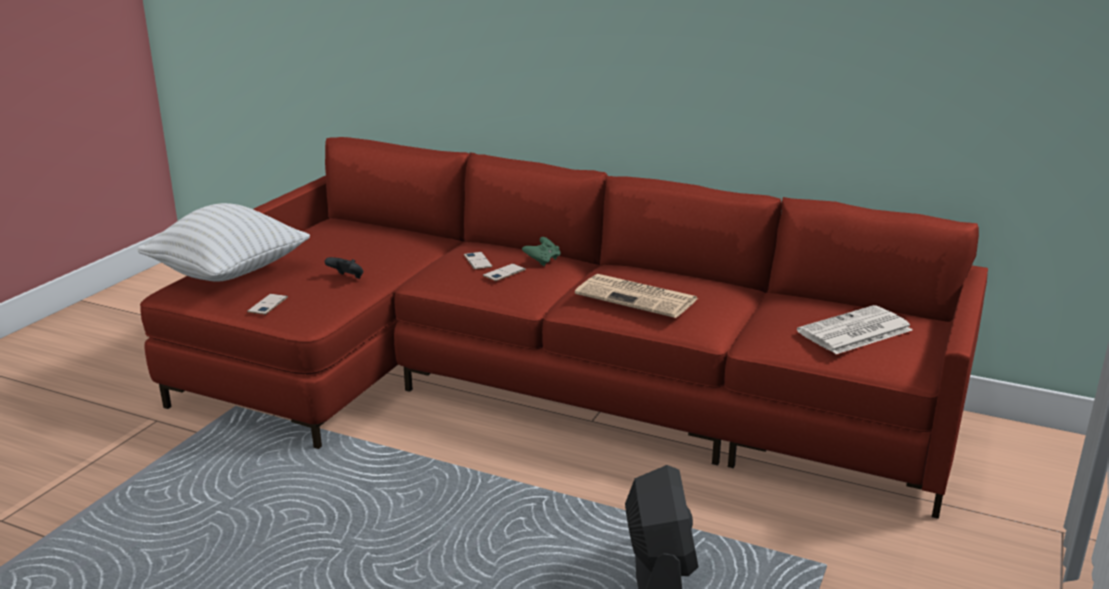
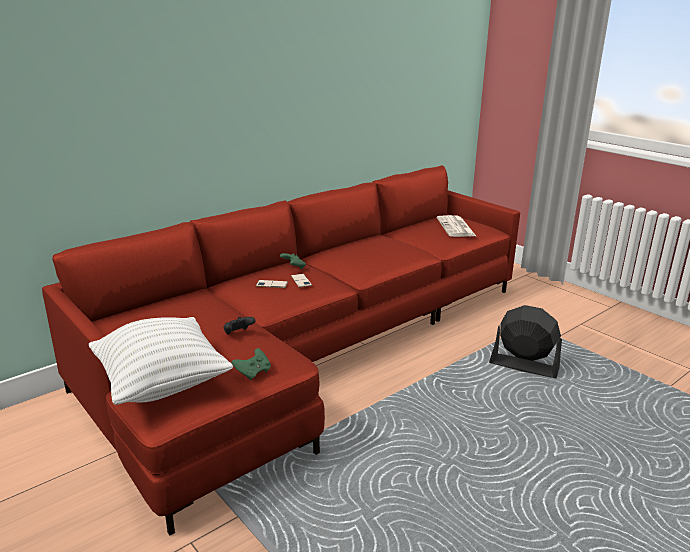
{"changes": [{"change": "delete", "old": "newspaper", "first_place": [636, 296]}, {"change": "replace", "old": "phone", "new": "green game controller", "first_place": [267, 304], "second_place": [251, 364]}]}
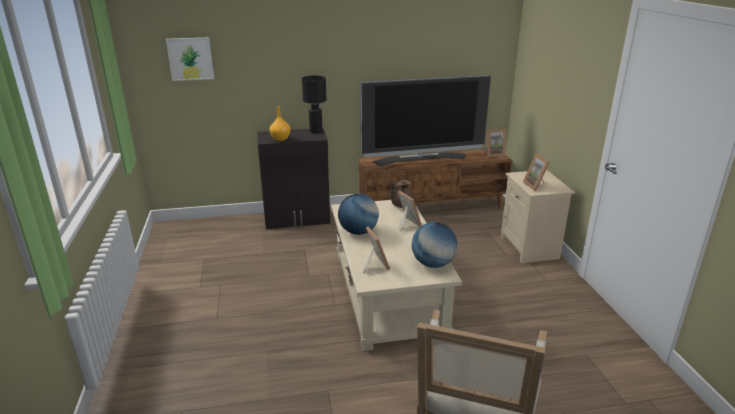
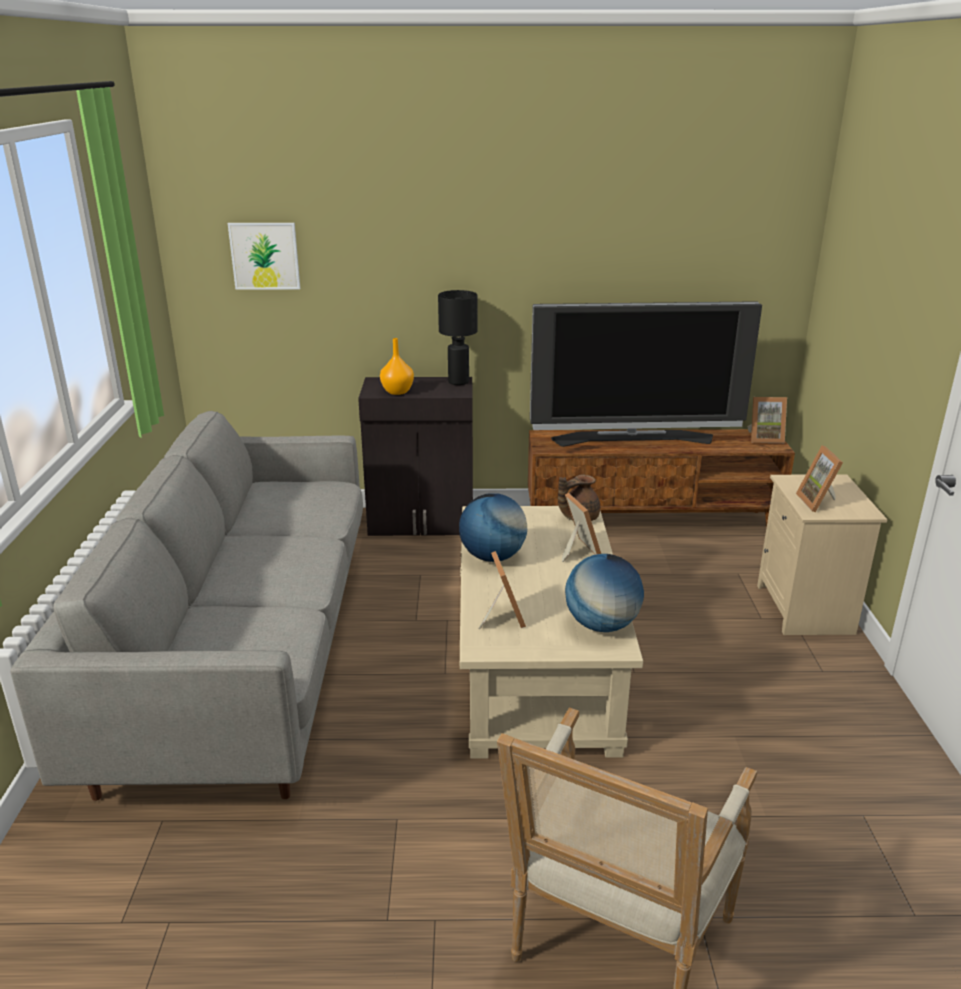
{"changes": [{"change": "insert", "new": "grey sofa", "second_place": [186, 606]}]}
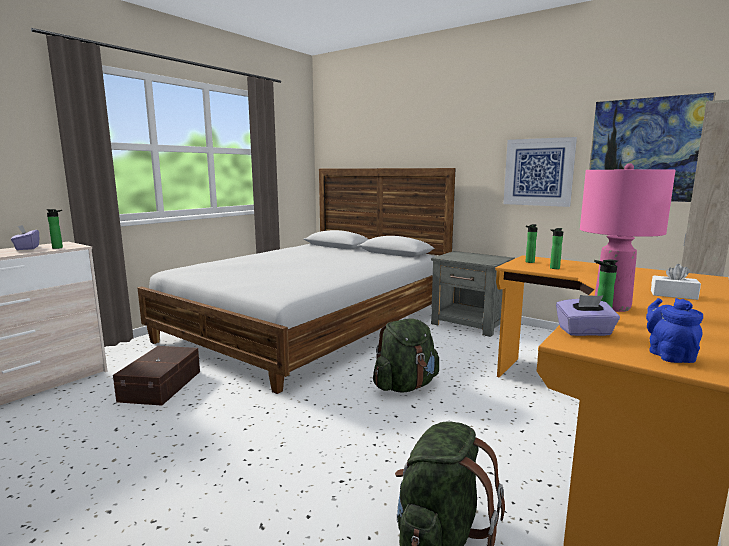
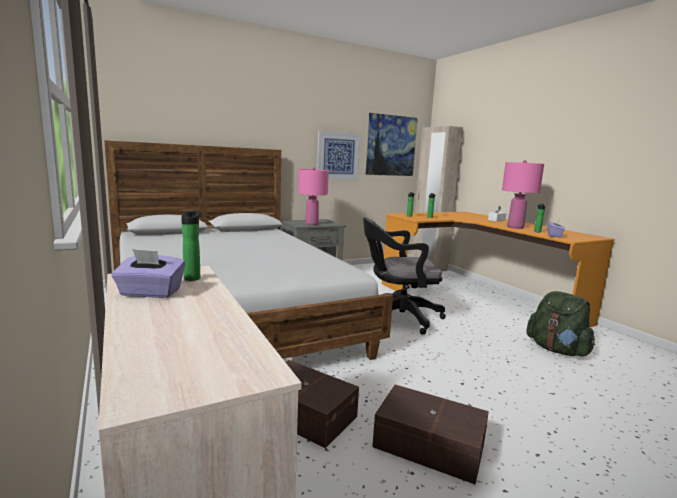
{"changes": [{"change": "delete", "old": "blue teapot", "first_place": [674, 330]}, {"change": "replace", "old": "green backpack", "new": "black office chair", "first_place": [406, 356], "second_place": [404, 276]}, {"change": "insert", "new": "pink table lamp", "second_place": [313, 196]}, {"change": "insert", "new": "brown storage box", "second_place": [430, 434]}]}
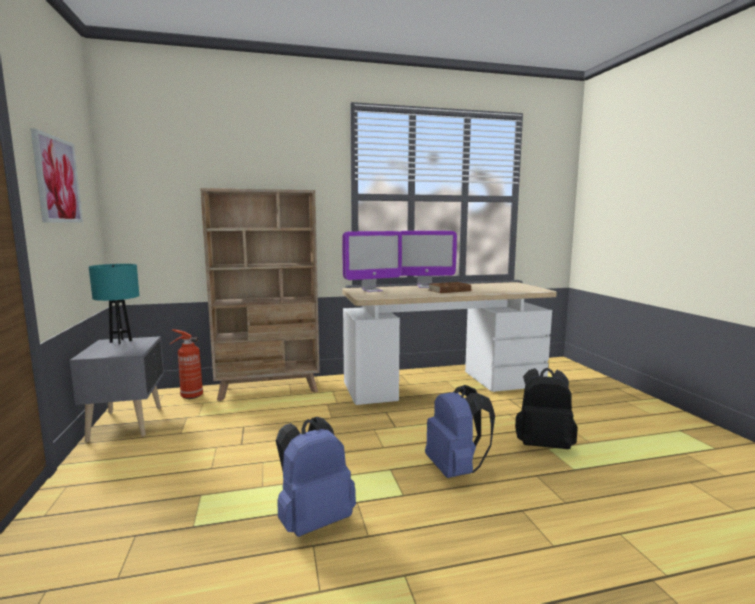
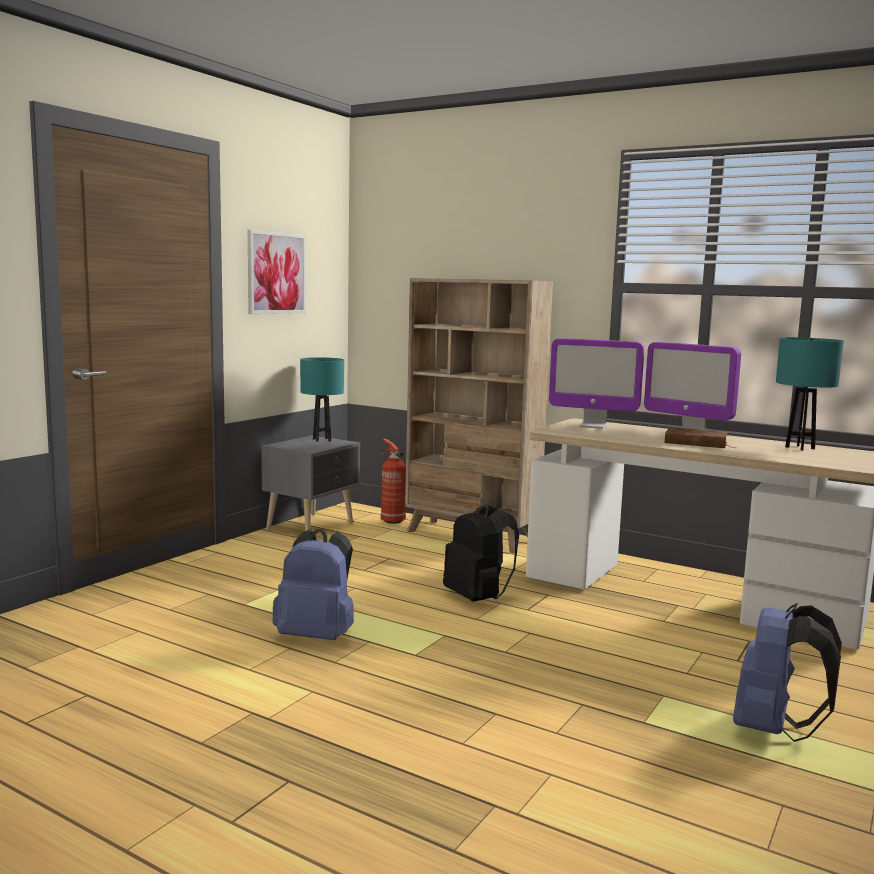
{"changes": [{"change": "move", "old": "black backpack", "first_place": [546, 408], "second_place": [481, 553]}, {"change": "move", "old": "blue backpack", "first_place": [460, 431], "second_place": [787, 672]}, {"change": "insert", "new": "turquoise table lamp", "second_place": [810, 394]}]}
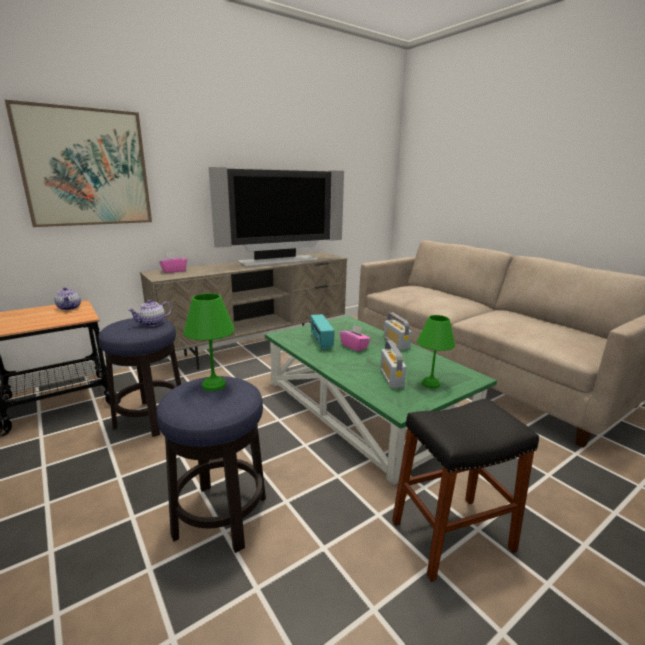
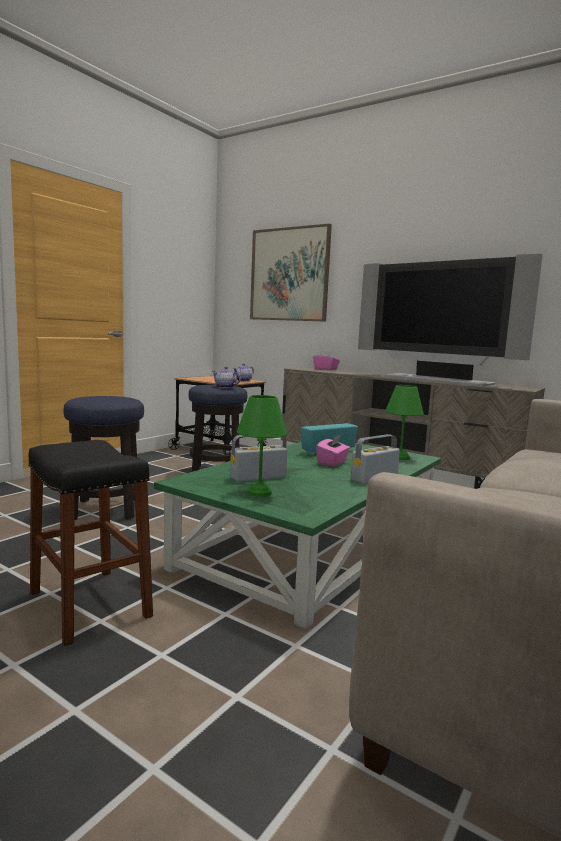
{"changes": [{"change": "move", "old": "green table lamp", "first_place": [209, 342], "second_place": [404, 422]}]}
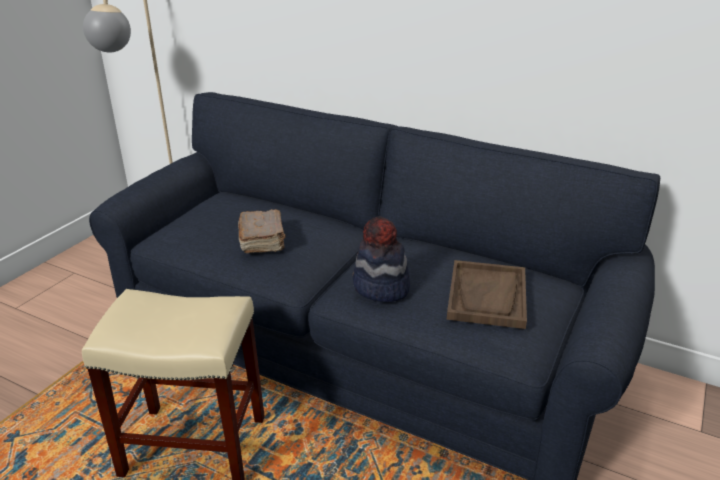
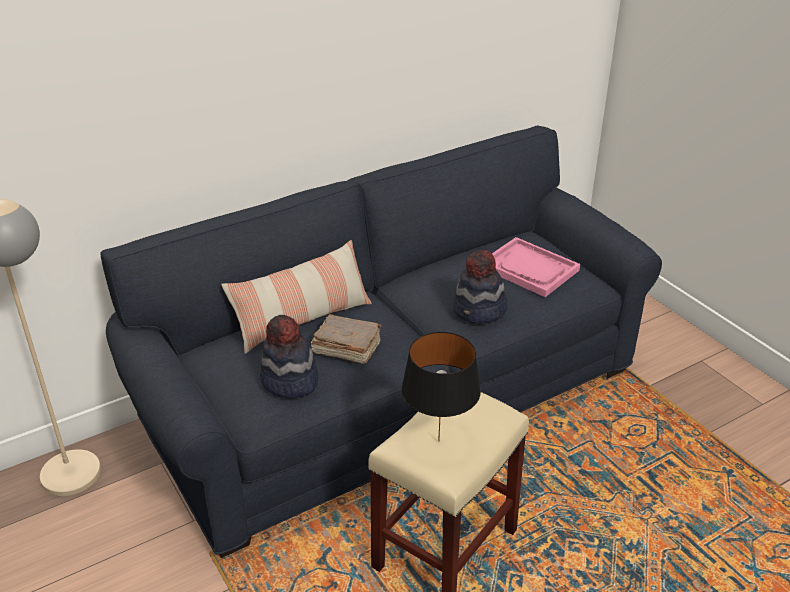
{"changes": [{"change": "recolor", "old": "brown tray", "new": "pink tray", "first_place": [487, 294], "second_place": [536, 267]}, {"change": "insert", "new": "pillow", "second_place": [296, 297]}, {"change": "insert", "new": "hat", "second_place": [289, 356]}, {"change": "insert", "new": "black table lamp", "second_place": [441, 387]}]}
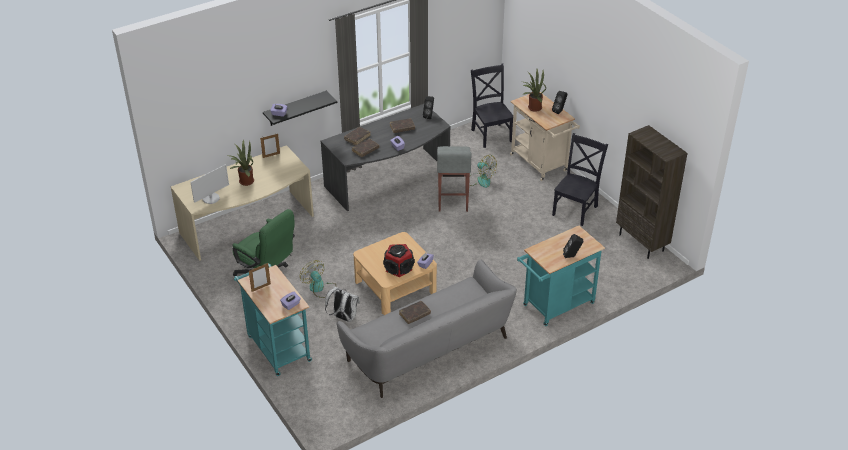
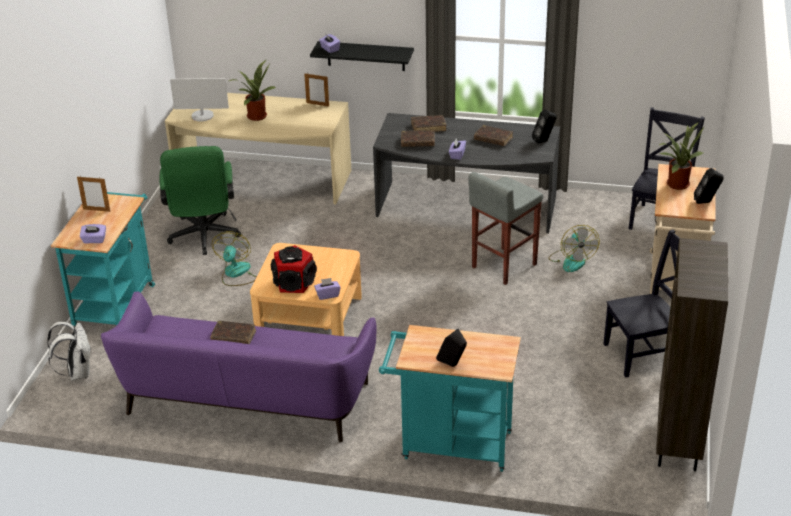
{"changes": [{"change": "recolor", "old": "grey sofa", "new": "purple sofa", "first_place": [426, 328], "second_place": [239, 367]}, {"change": "move", "old": "white backpack", "first_place": [342, 304], "second_place": [68, 351]}]}
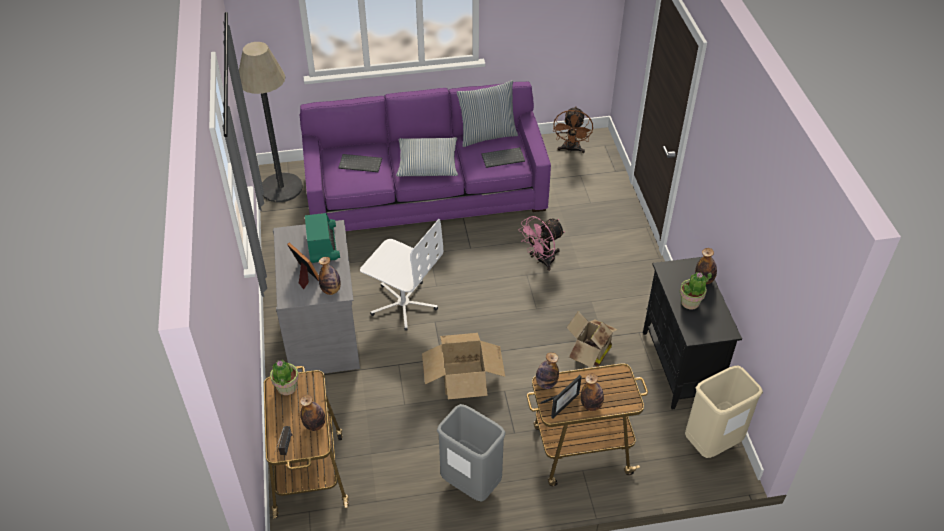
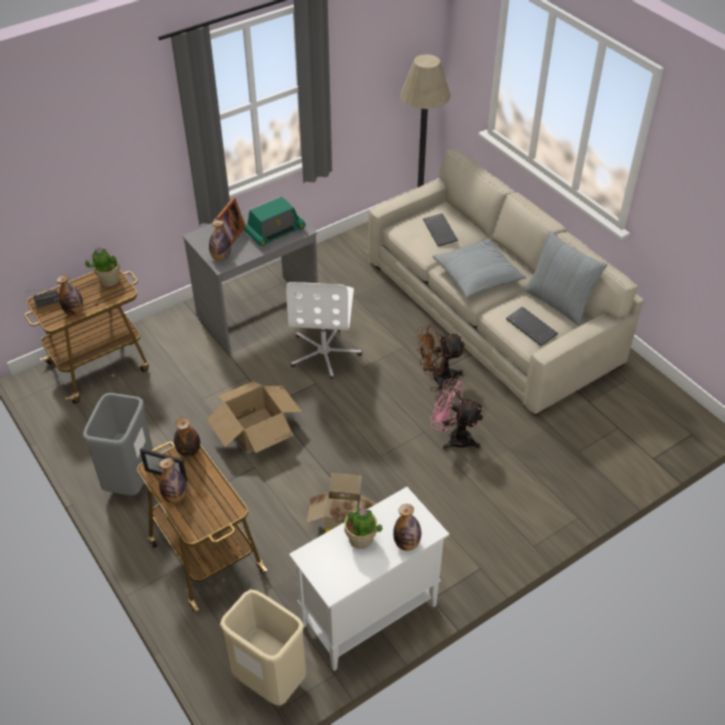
{"changes": [{"change": "recolor", "old": "purple sofa", "new": "beige sofa", "first_place": [425, 156], "second_place": [506, 282]}, {"change": "move", "old": "brown fan", "first_place": [573, 129], "second_place": [440, 358]}, {"change": "recolor", "old": "black cabinet", "new": "white cabinet", "first_place": [692, 333], "second_place": [369, 579]}]}
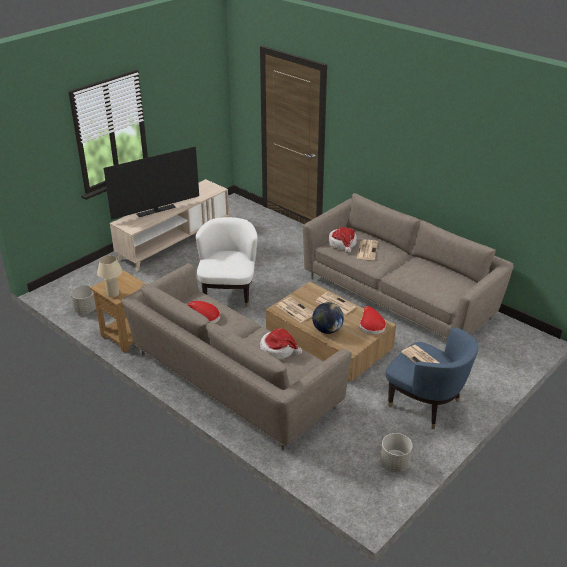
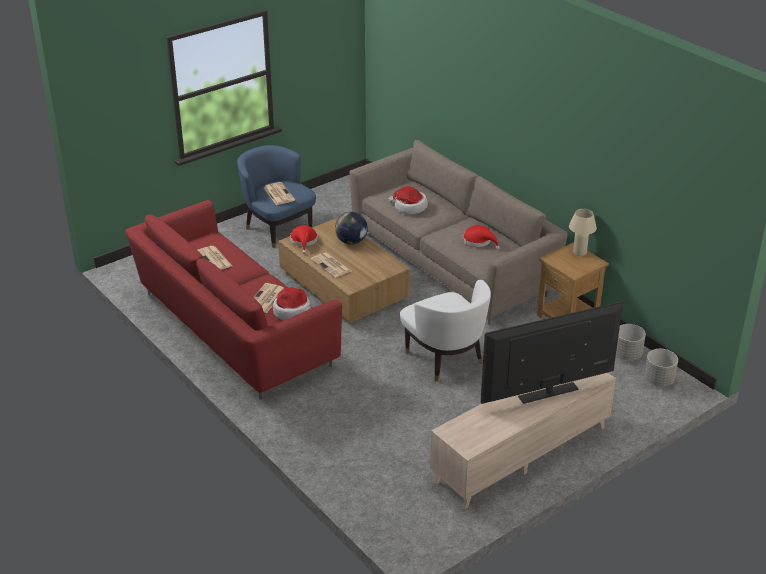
{"changes": [{"change": "recolor", "old": "beige sofa", "new": "red sofa", "first_place": [408, 266], "second_place": [233, 300]}, {"change": "rotate", "old": "white armchair", "first_place": [226, 262], "second_place": [445, 331], "degrees": -45}, {"change": "move", "old": "newspaper", "first_place": [295, 310], "second_place": [215, 258]}, {"change": "move", "old": "grey planter", "first_place": [396, 452], "second_place": [661, 367]}]}
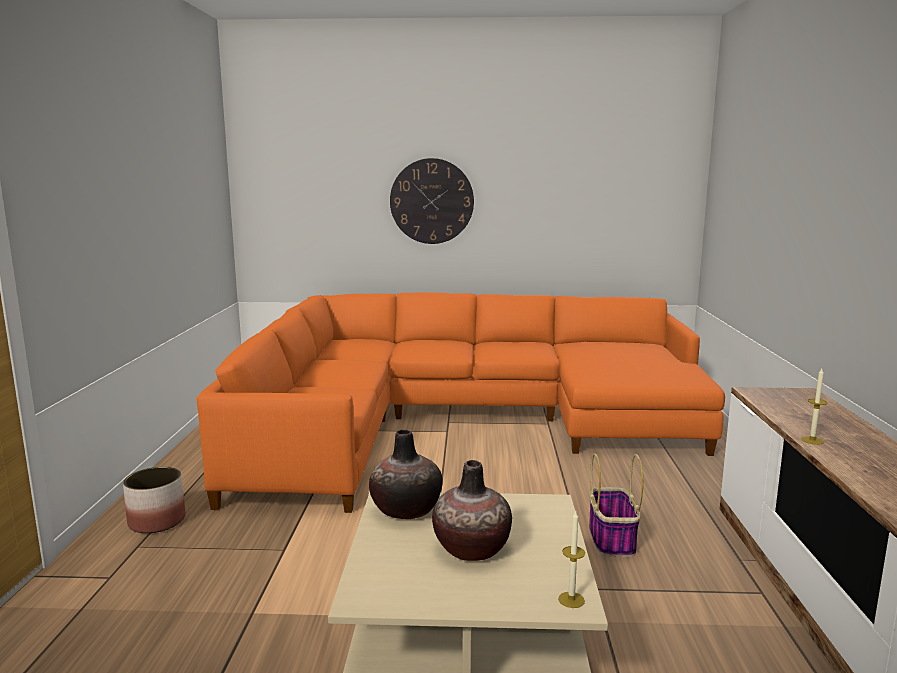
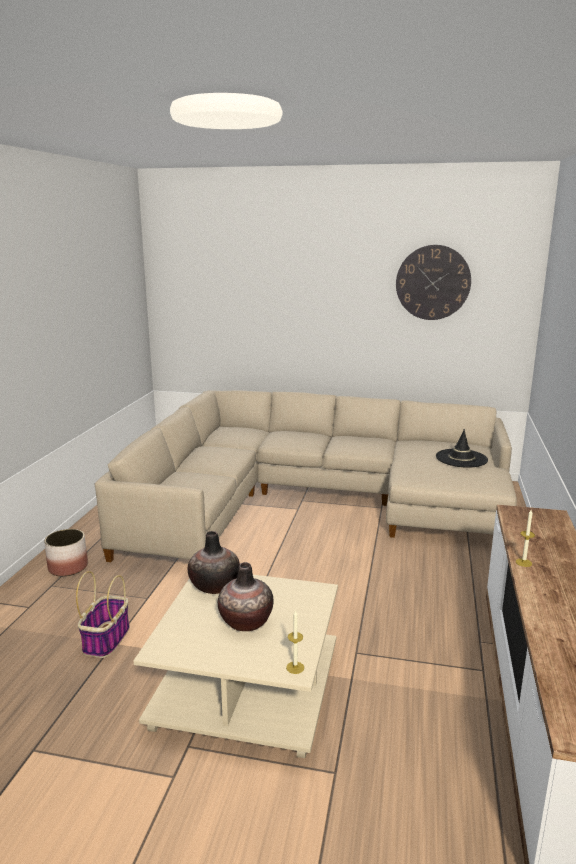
{"changes": [{"change": "move", "old": "wall clock", "first_place": [432, 201], "second_place": [433, 282]}, {"change": "recolor", "old": "orange sofa", "new": "beige sofa", "first_place": [460, 402], "second_place": [306, 476]}, {"change": "move", "old": "basket", "first_place": [616, 505], "second_place": [103, 614]}, {"change": "insert", "new": "black hat", "second_place": [462, 448]}]}
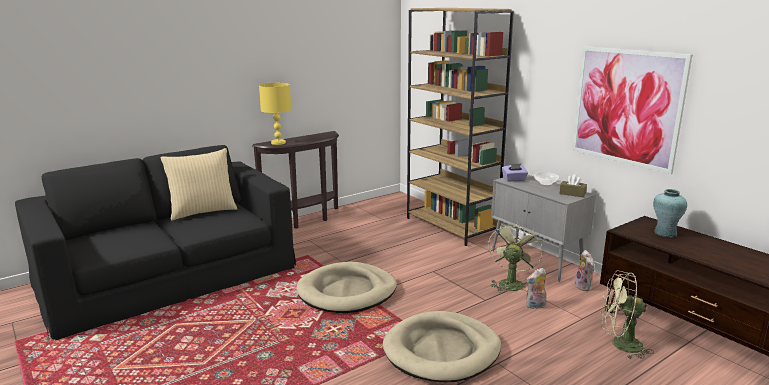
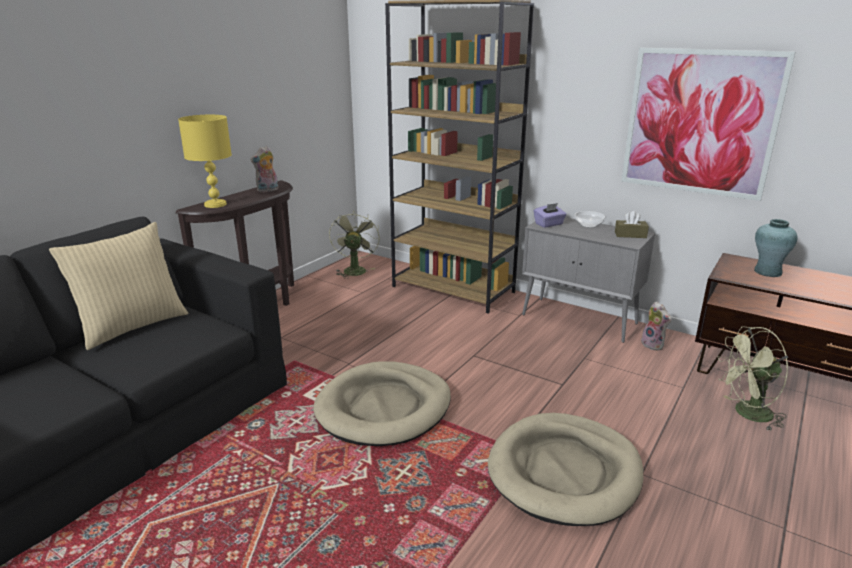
{"changes": [{"change": "move", "old": "green fan", "first_place": [515, 257], "second_place": [354, 245]}, {"change": "move", "old": "plush toy", "first_place": [536, 288], "second_place": [264, 169]}]}
